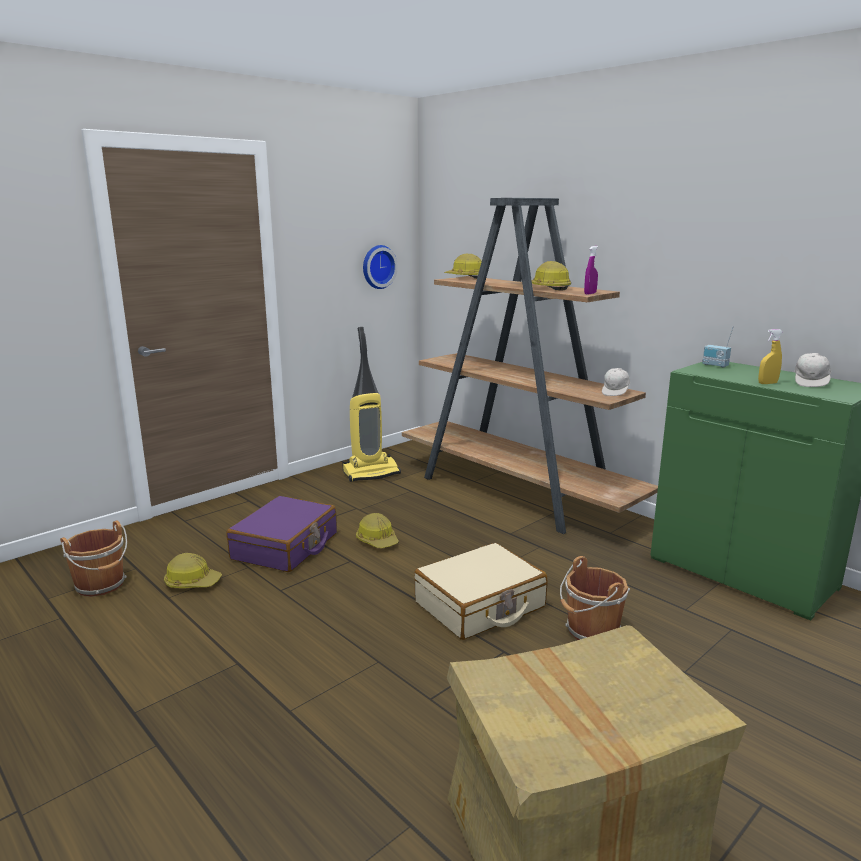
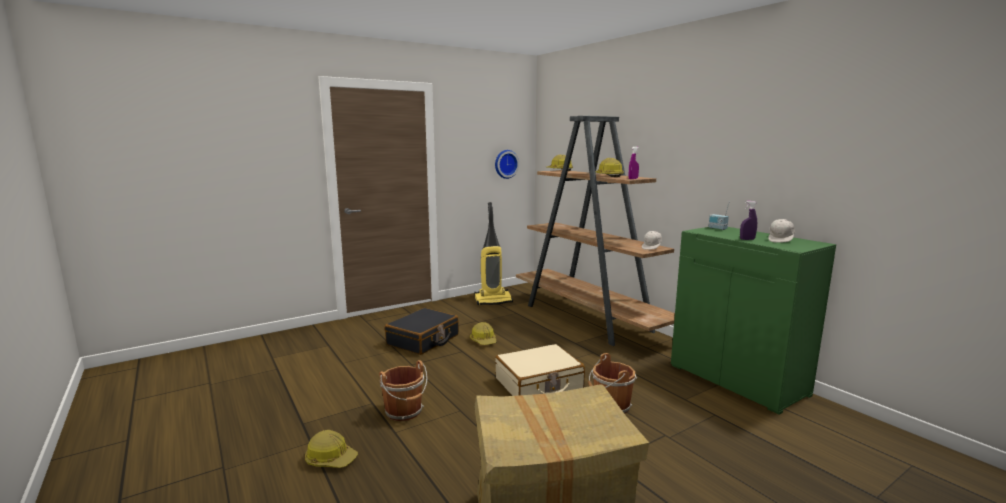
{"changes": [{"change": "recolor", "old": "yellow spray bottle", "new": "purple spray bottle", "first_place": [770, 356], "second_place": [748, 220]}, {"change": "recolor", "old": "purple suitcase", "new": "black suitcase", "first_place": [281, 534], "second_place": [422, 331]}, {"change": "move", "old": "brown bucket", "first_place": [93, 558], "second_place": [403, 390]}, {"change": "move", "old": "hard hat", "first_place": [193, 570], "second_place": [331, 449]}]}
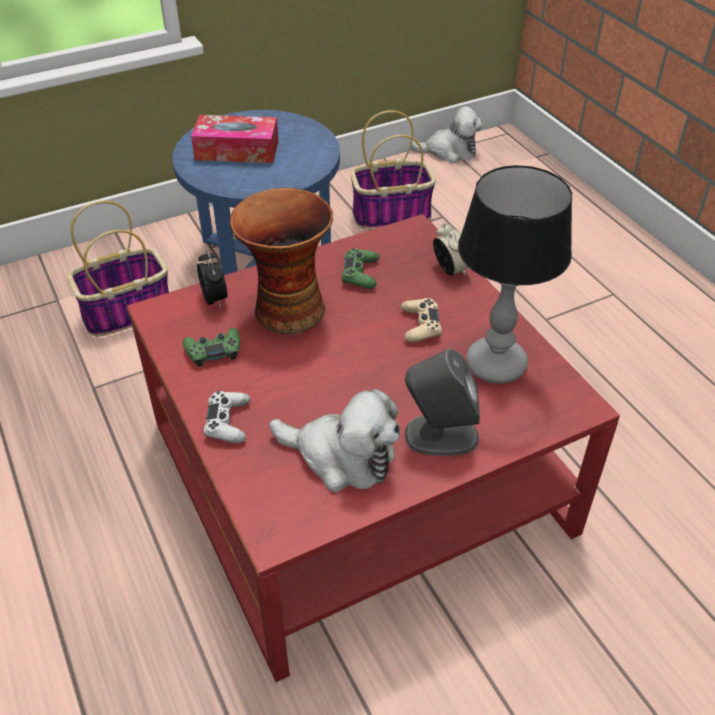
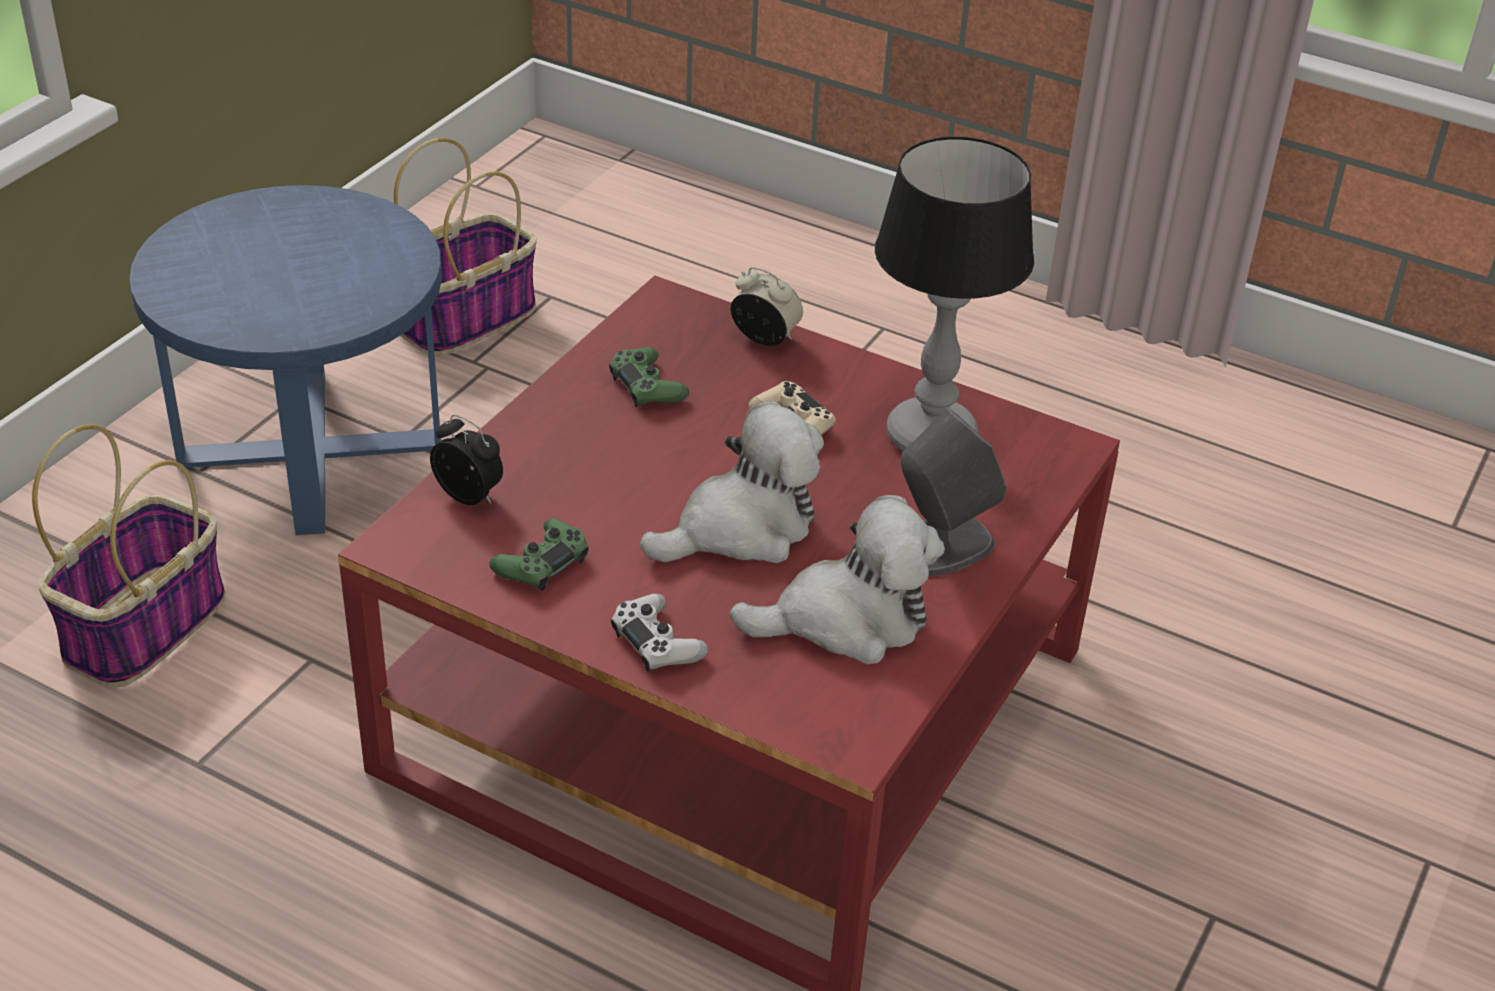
{"changes": [{"change": "move", "old": "plush toy", "first_place": [447, 134], "second_place": [732, 482]}, {"change": "delete", "old": "tissue box", "first_place": [235, 139]}, {"change": "delete", "old": "vase", "first_place": [281, 261]}]}
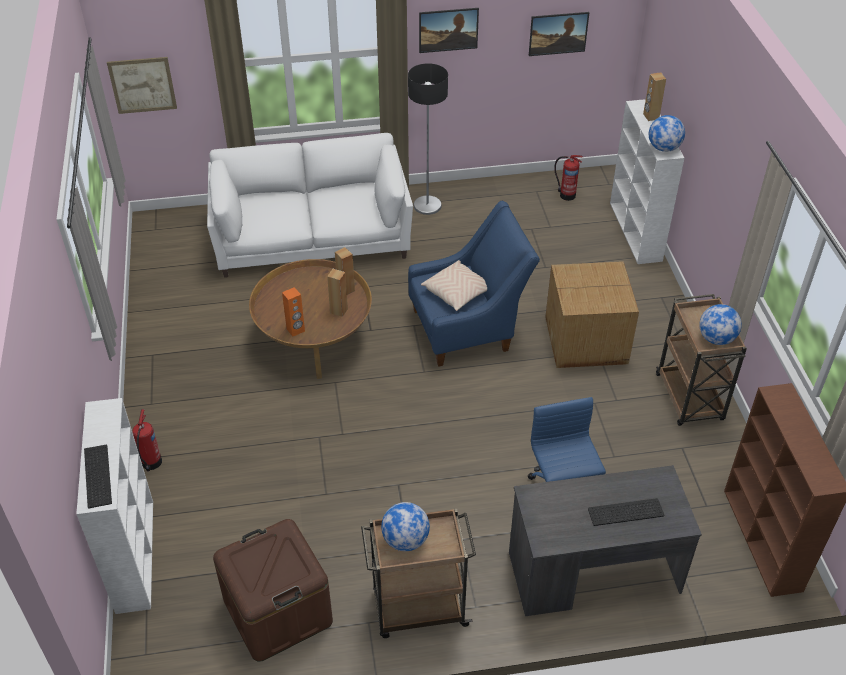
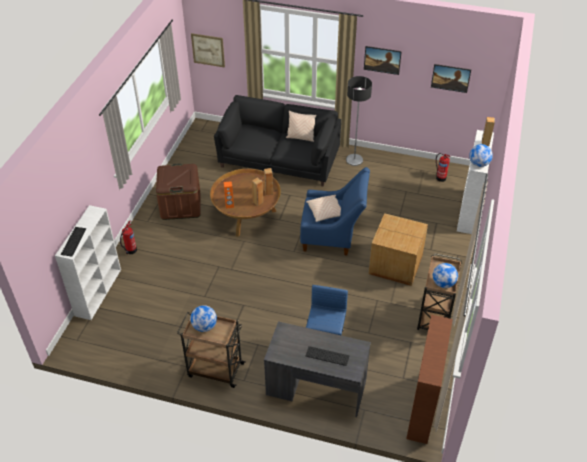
{"changes": [{"change": "recolor", "old": "white sofa", "new": "black sofa", "first_place": [310, 205], "second_place": [277, 141]}, {"change": "move", "old": "brown storage box", "first_place": [273, 590], "second_place": [178, 192]}, {"change": "insert", "new": "beige pillow", "second_place": [301, 126]}]}
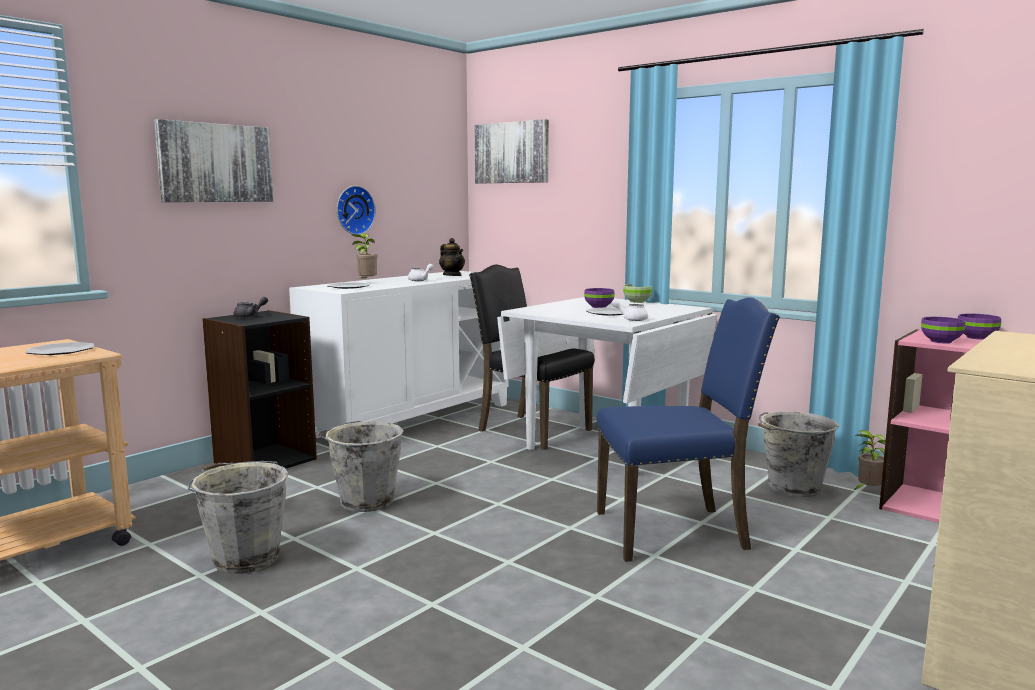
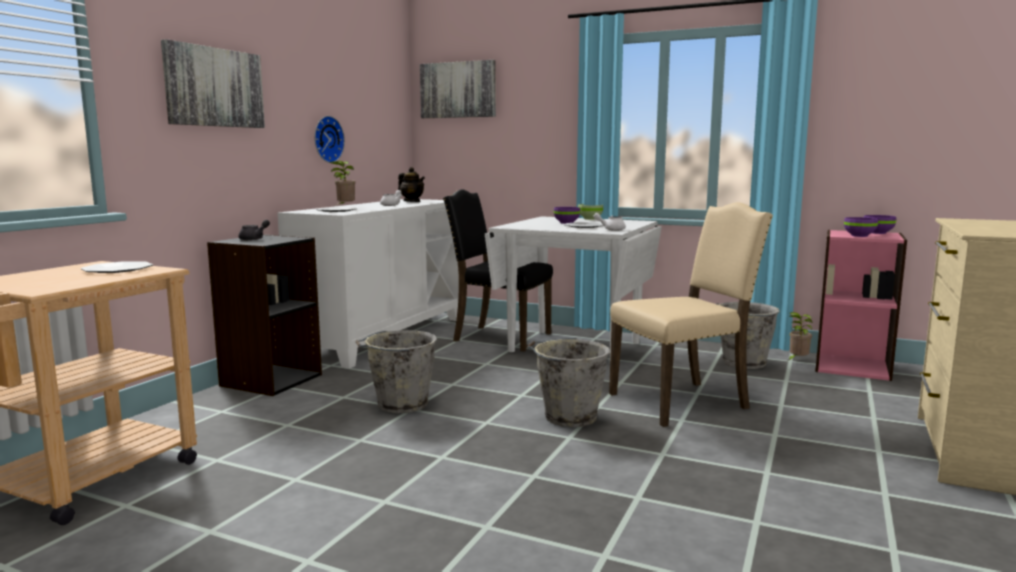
{"changes": [{"change": "recolor", "old": "blue chair", "new": "beige chair", "first_place": [688, 430], "second_place": [691, 314]}, {"change": "move", "old": "grey bucket", "first_place": [238, 517], "second_place": [568, 382]}]}
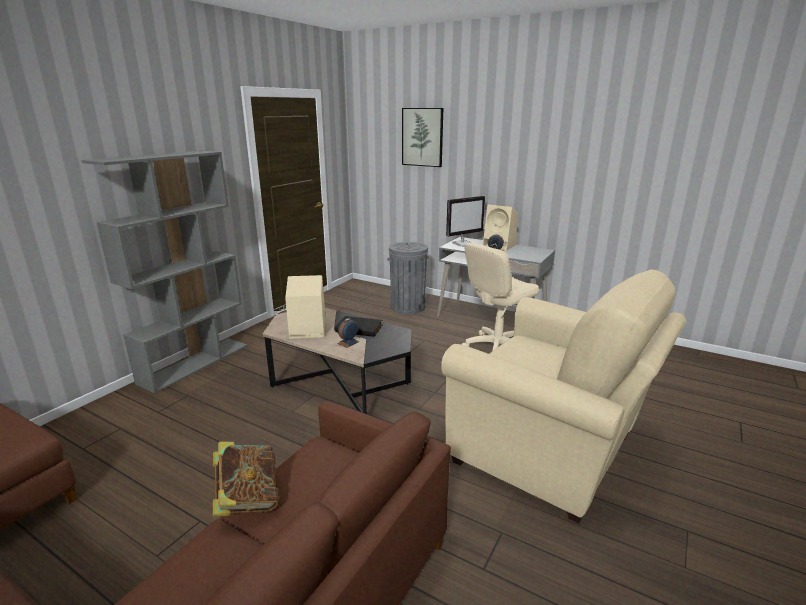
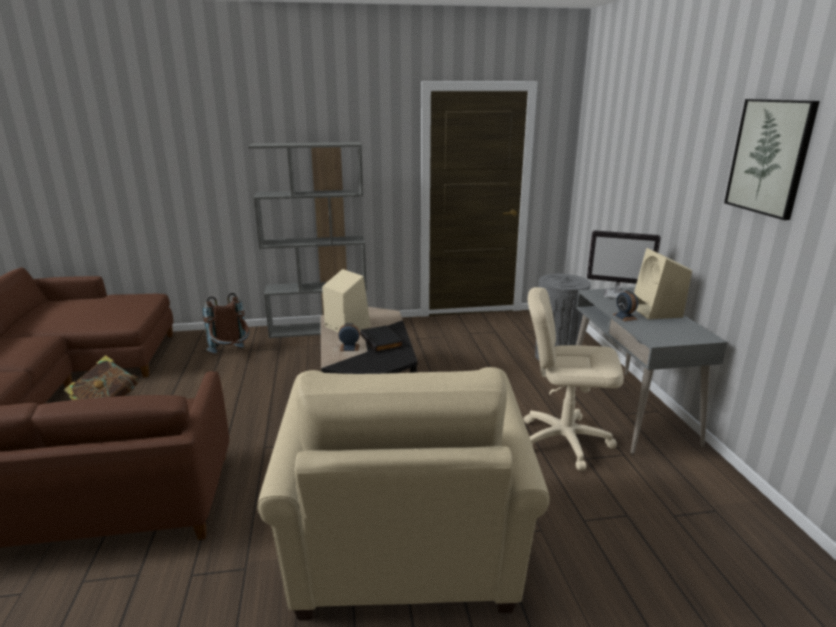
{"changes": [{"change": "move", "old": "picture", "first_place": [422, 137], "second_place": [772, 159]}, {"change": "insert", "new": "brown backpack", "second_place": [226, 323]}]}
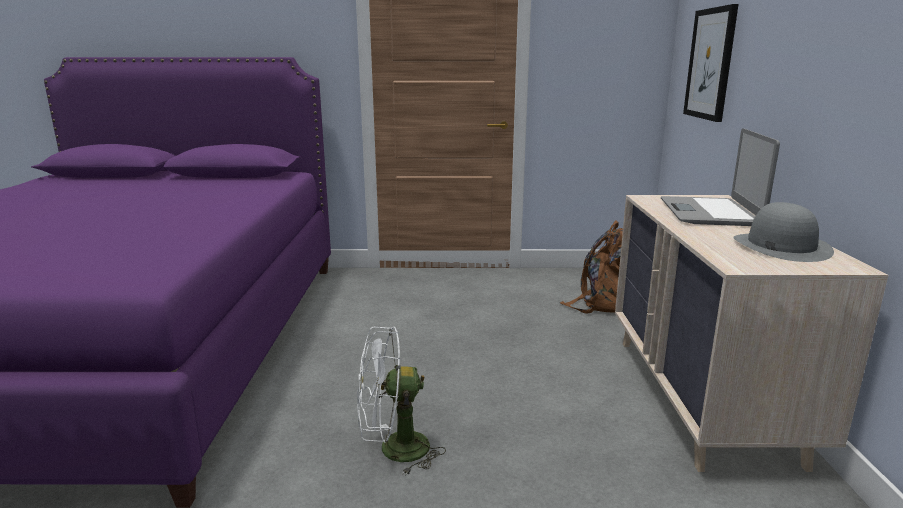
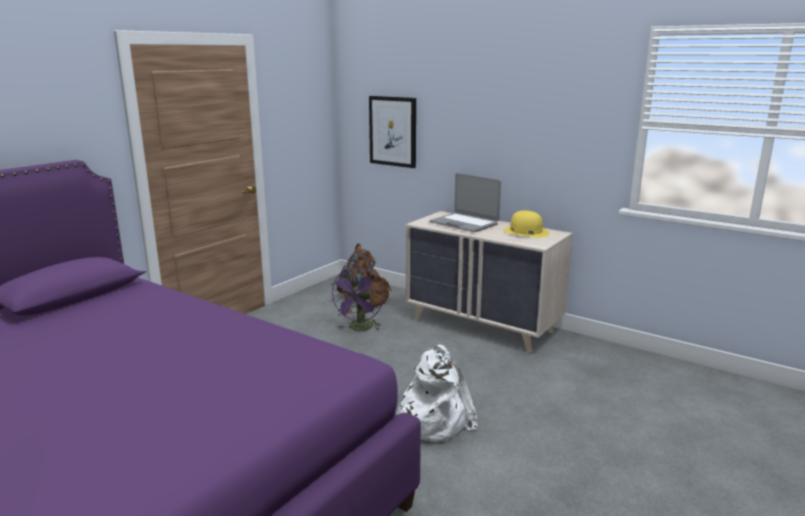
{"changes": [{"change": "recolor", "old": "grey hat", "new": "yellow hat", "first_place": [783, 232], "second_place": [526, 224]}, {"change": "replace", "old": "white fan", "new": "white backpack", "first_place": [401, 401], "second_place": [437, 393]}, {"change": "insert", "new": "purple fan", "second_place": [357, 299]}]}
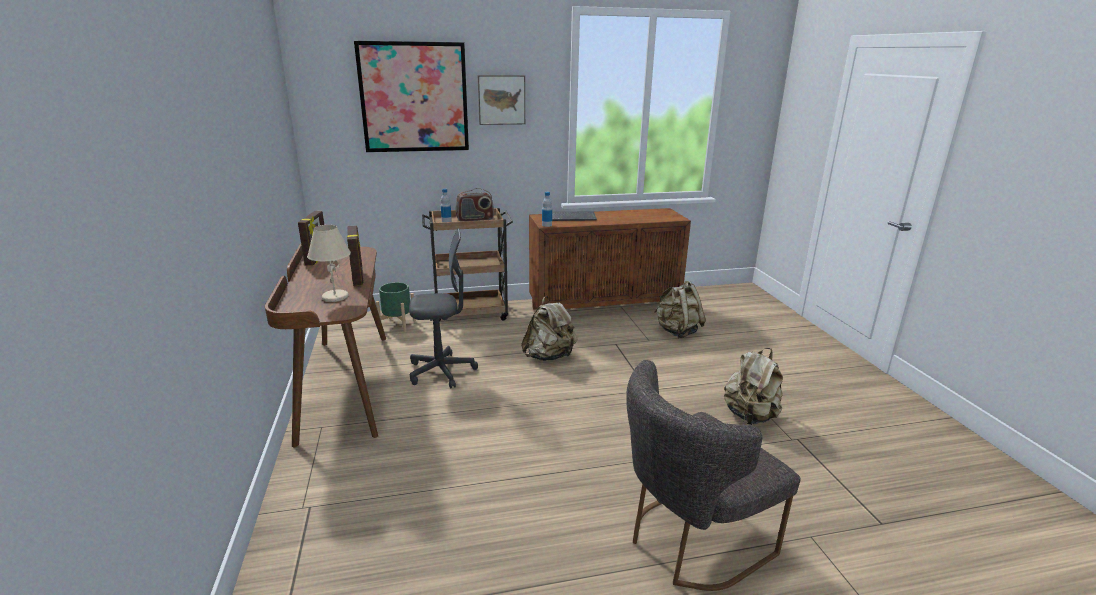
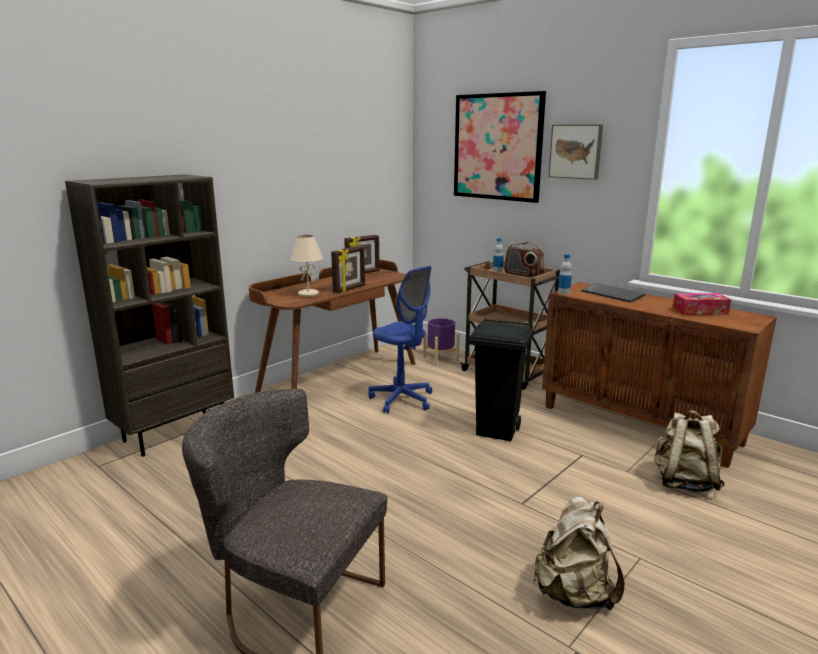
{"changes": [{"change": "recolor", "old": "grey office chair", "new": "blue office chair", "first_place": [443, 308], "second_place": [400, 339]}, {"change": "recolor", "old": "green planter", "new": "purple planter", "first_place": [396, 307], "second_place": [441, 342]}, {"change": "replace", "old": "beige backpack", "new": "black trash can", "first_place": [549, 328], "second_place": [501, 380]}, {"change": "insert", "new": "brown bookcase", "second_place": [149, 315]}, {"change": "insert", "new": "tissue box", "second_place": [702, 304]}]}
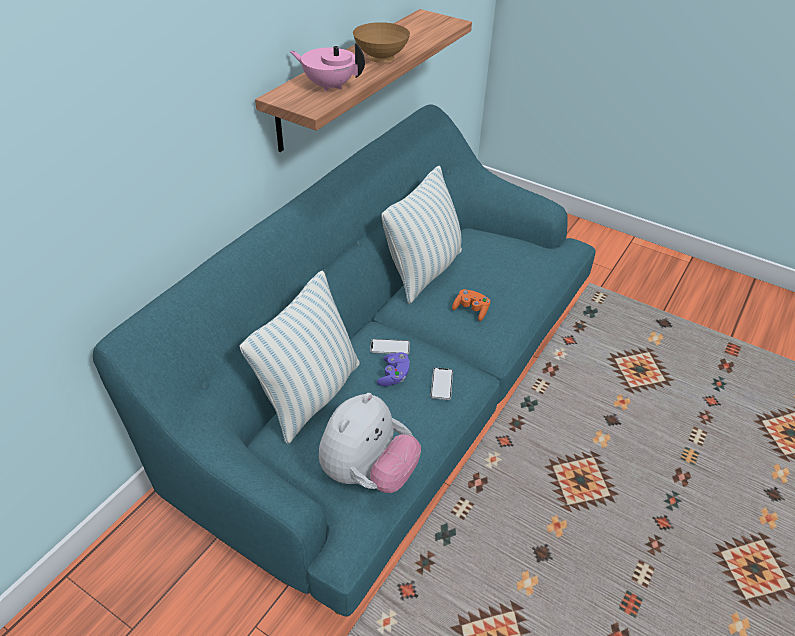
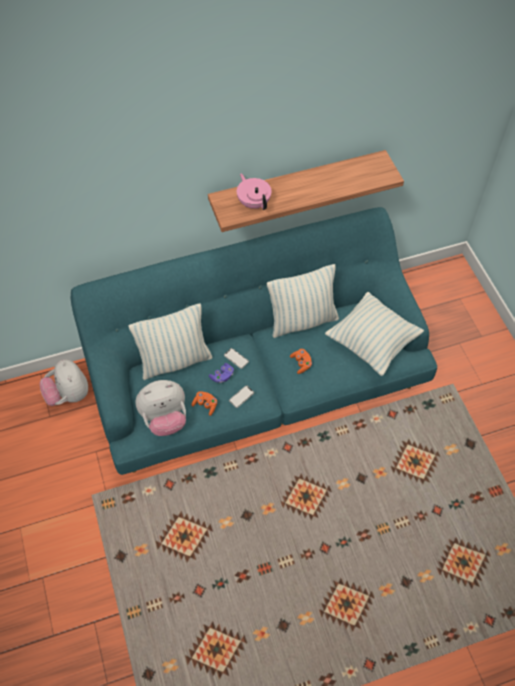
{"changes": [{"change": "delete", "old": "brown bowl", "first_place": [381, 42]}, {"change": "insert", "new": "pillow", "second_place": [374, 334]}, {"change": "insert", "new": "plush toy", "second_place": [64, 382]}, {"change": "insert", "new": "orange game controller", "second_place": [204, 403]}]}
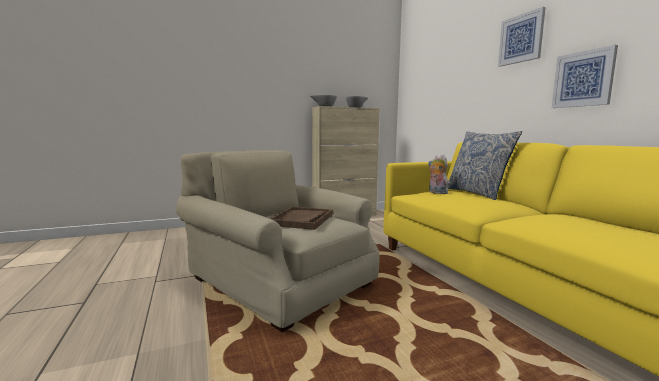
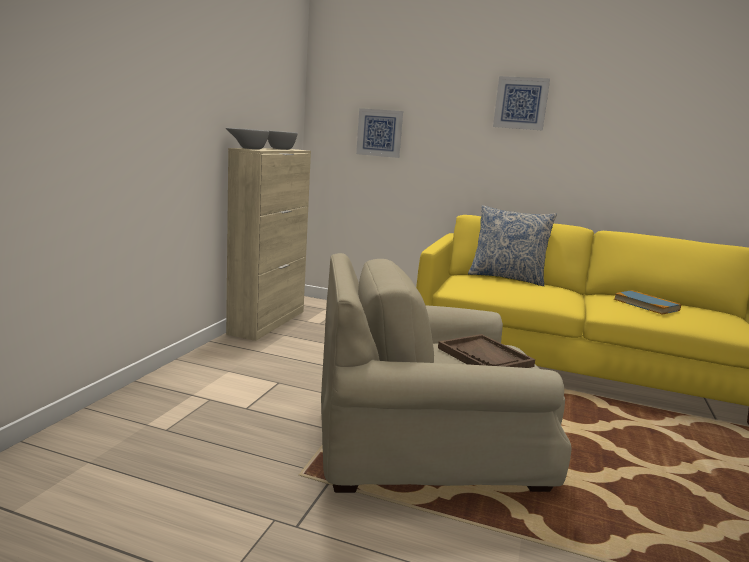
{"changes": [{"change": "move", "old": "picture", "first_place": [585, 76], "second_place": [379, 133]}, {"change": "delete", "old": "plush toy", "first_place": [438, 174]}, {"change": "insert", "new": "book", "second_place": [647, 302]}]}
